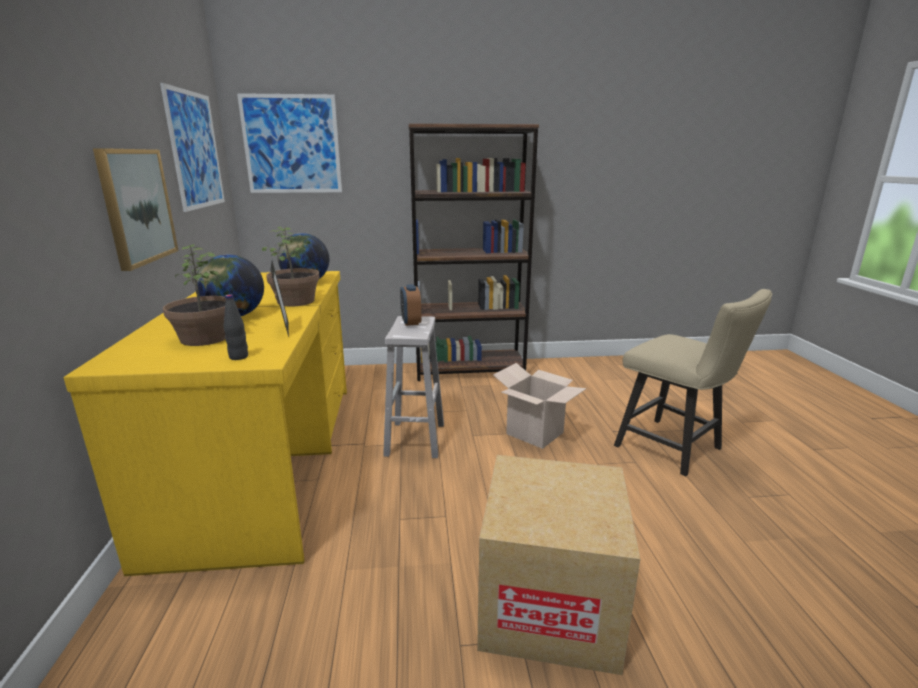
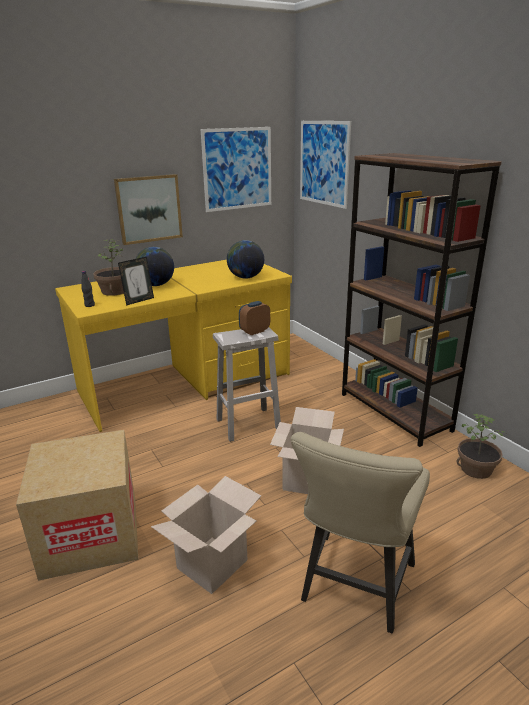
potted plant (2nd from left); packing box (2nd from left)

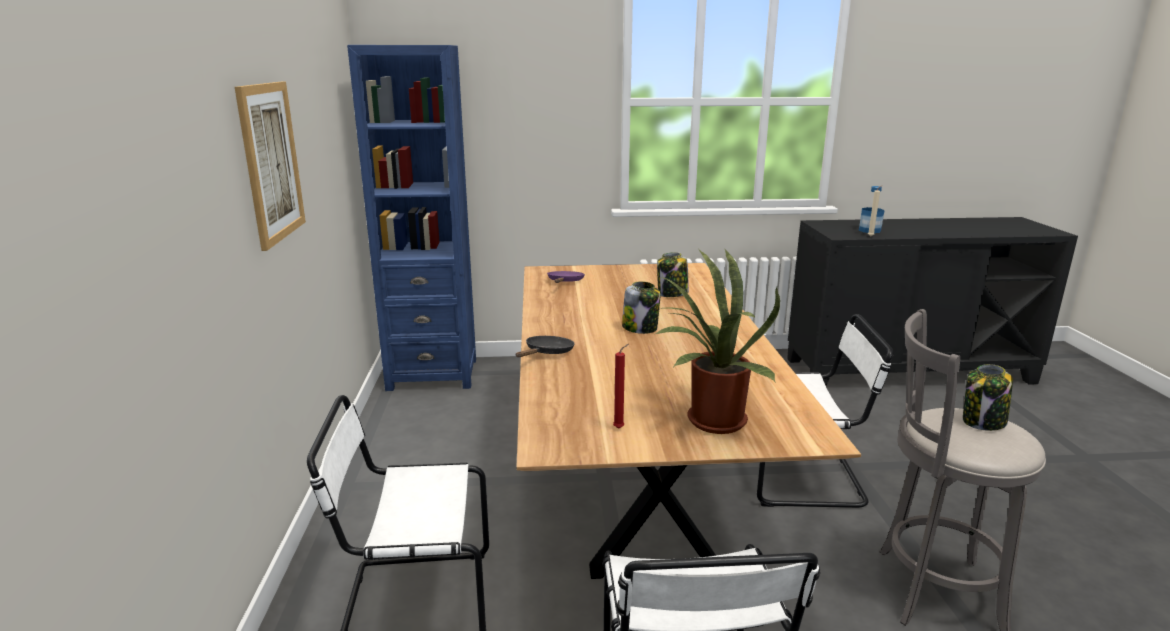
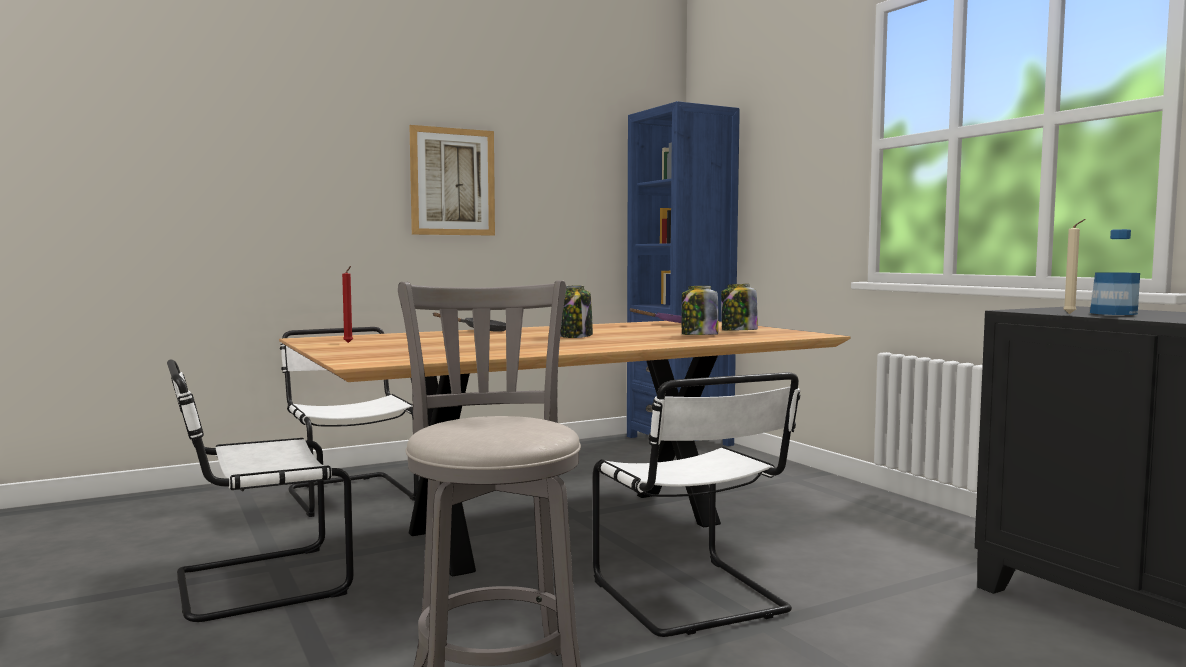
potted plant; storage jar (3rd from left)

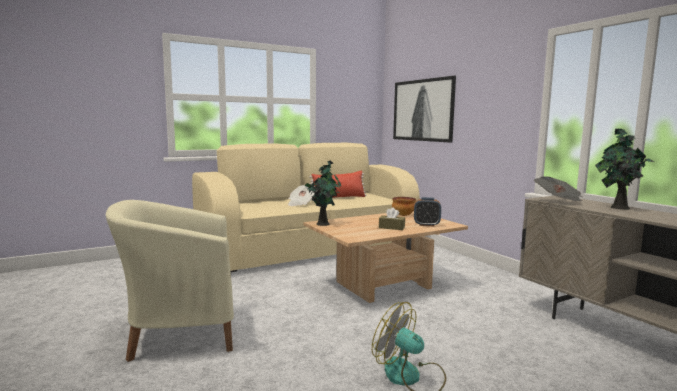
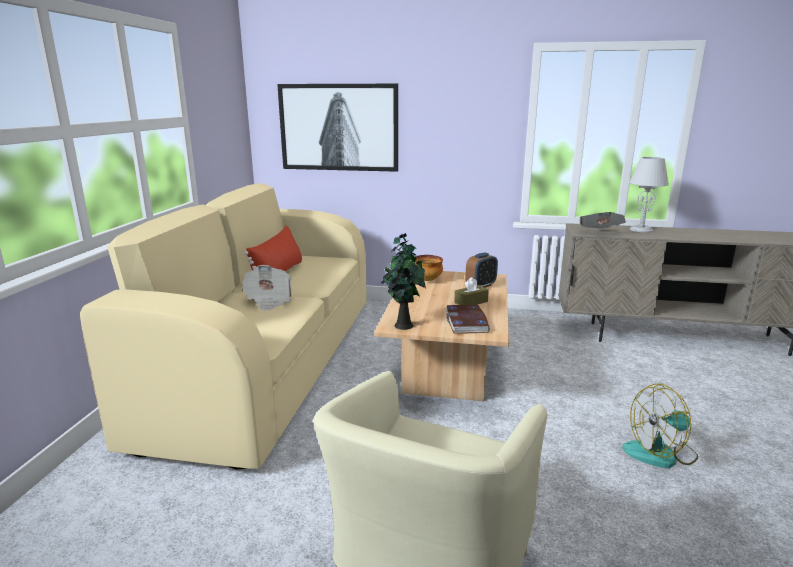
lamp for a table/grey; bound book

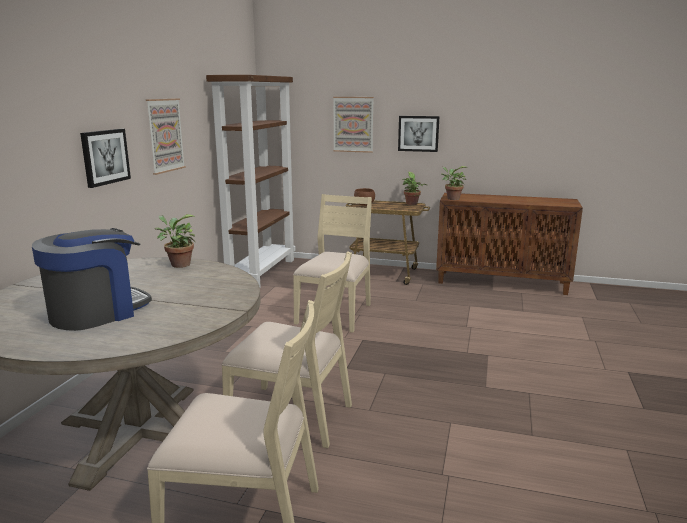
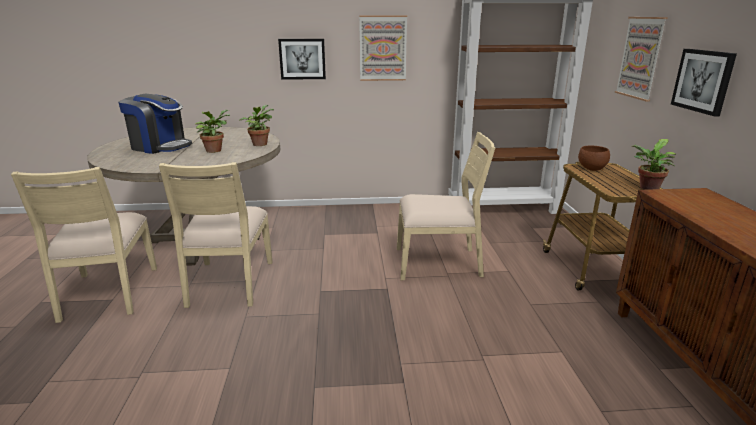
potted plant (1st from left)

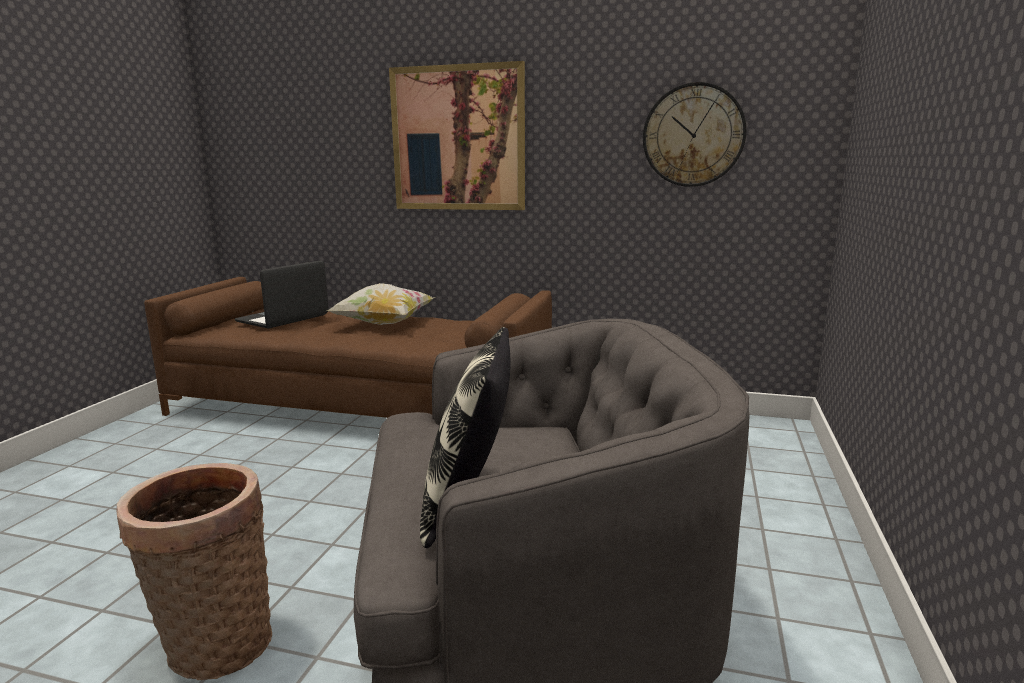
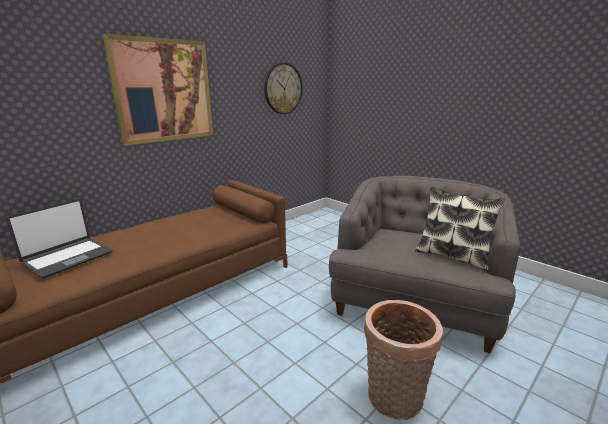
notebook computer; throw pillow (1st from left in the first image)

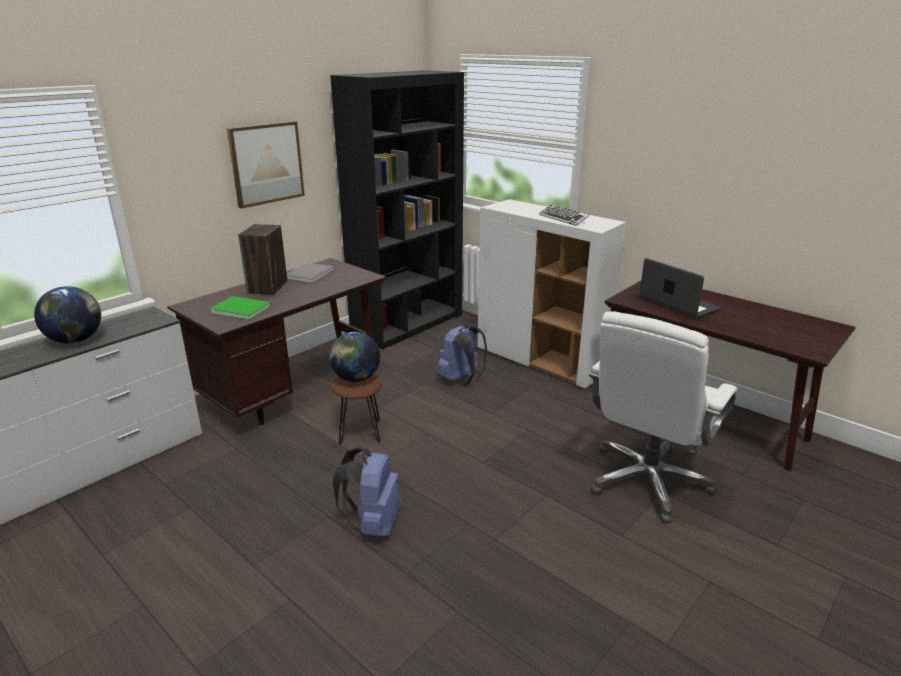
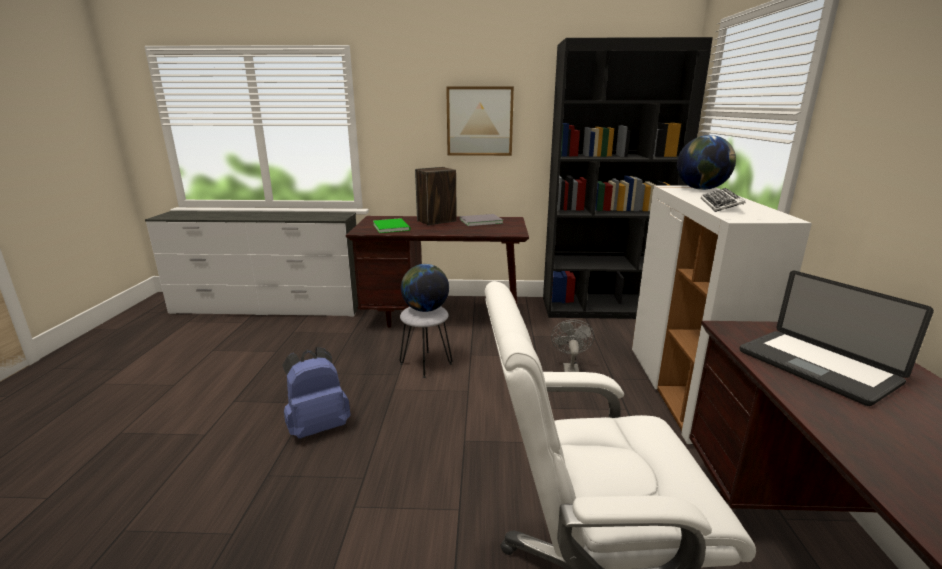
notebook computer; desk globe (2nd from left); cooling fan/grey; stool seat/grey

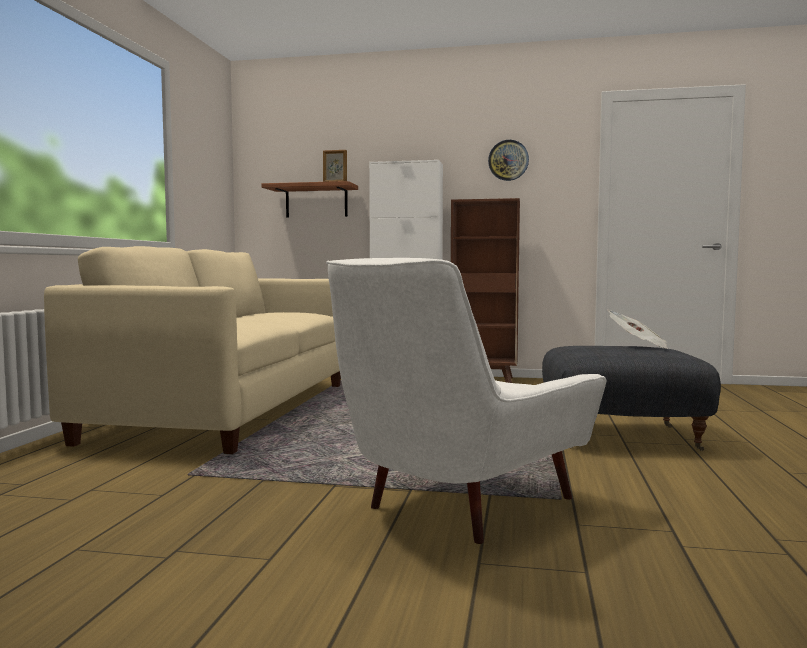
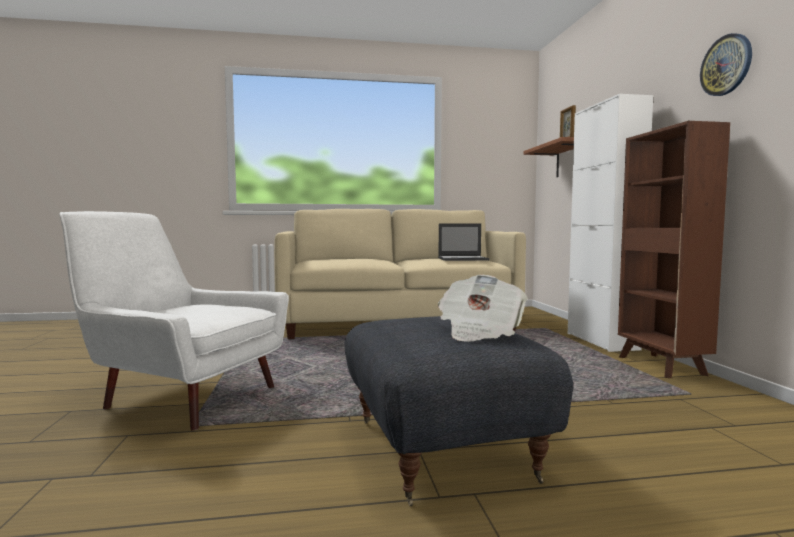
notebook computer

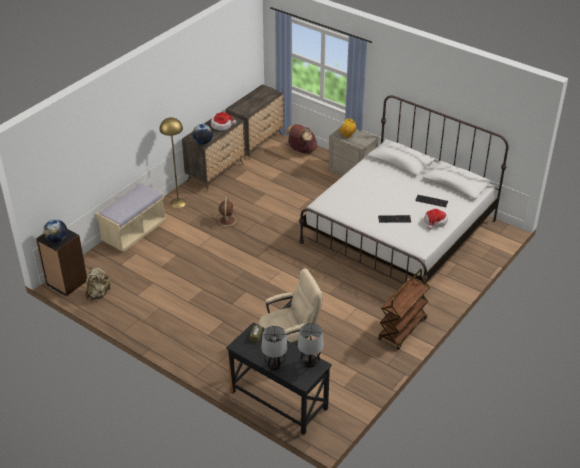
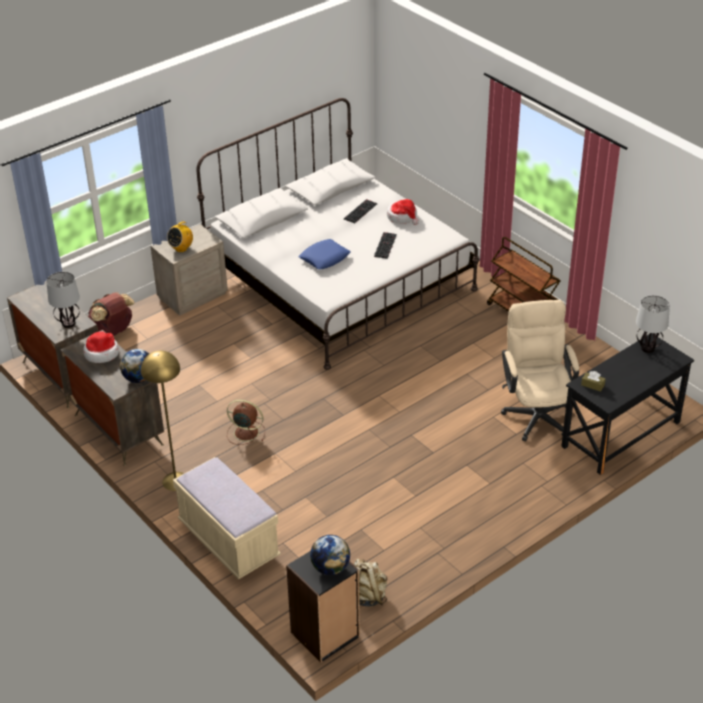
lamp for a table (1st from left); throw pillow/blue

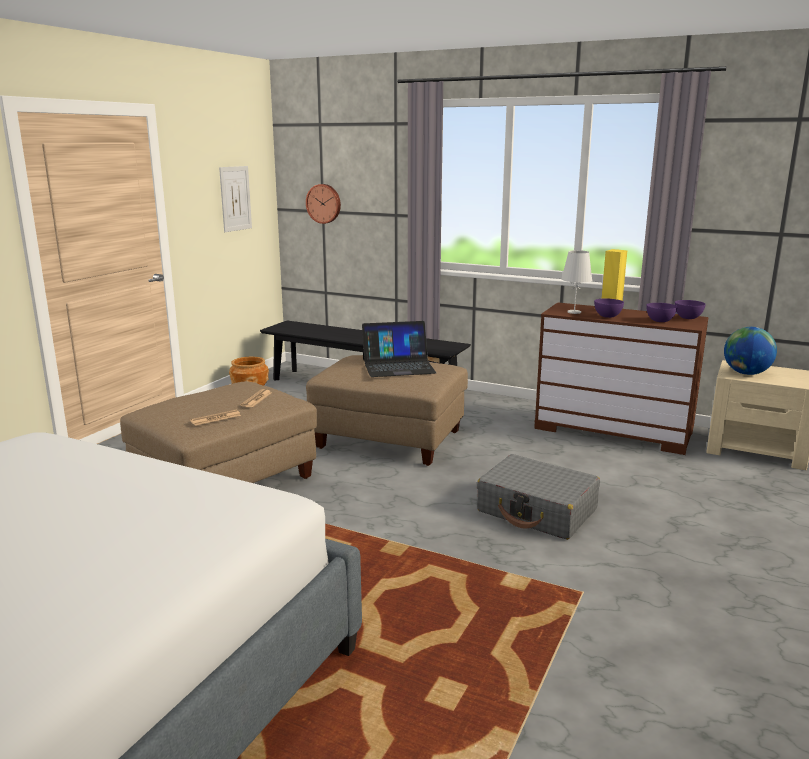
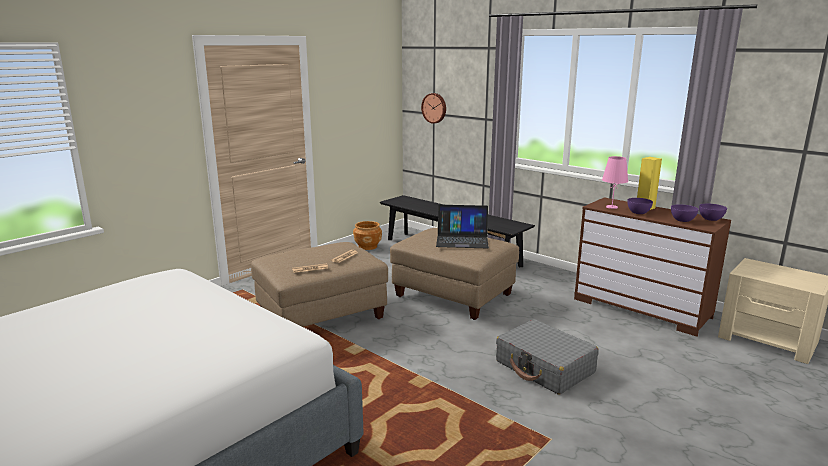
picture; lamp for a table/pink; desk globe

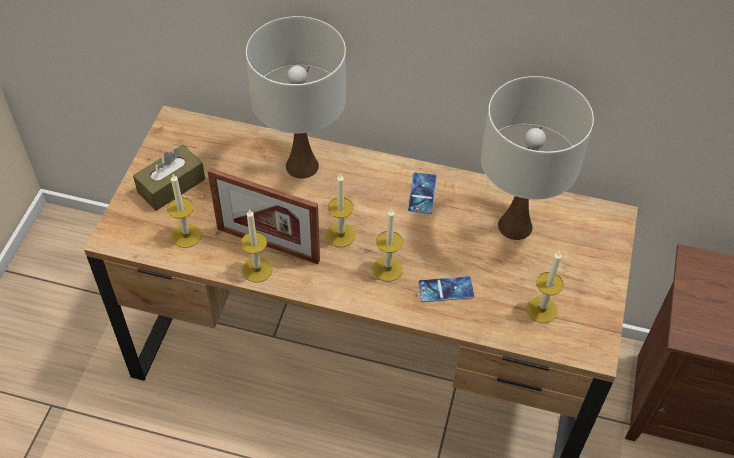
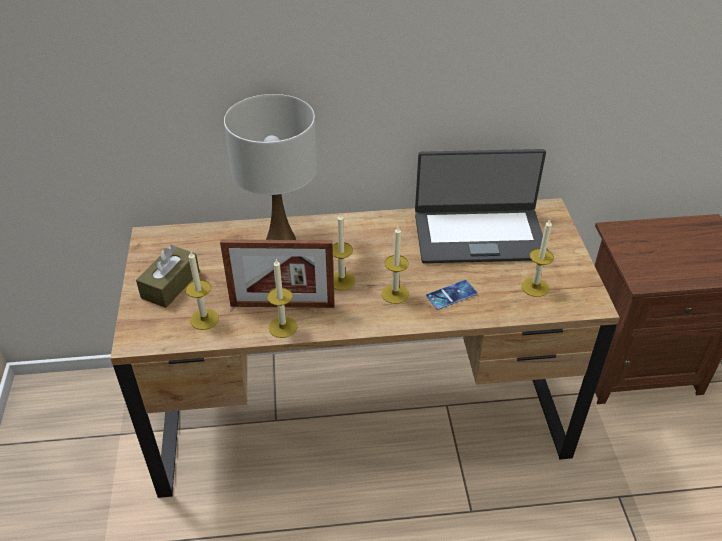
notebook computer; telephone (1st from left in the first image)

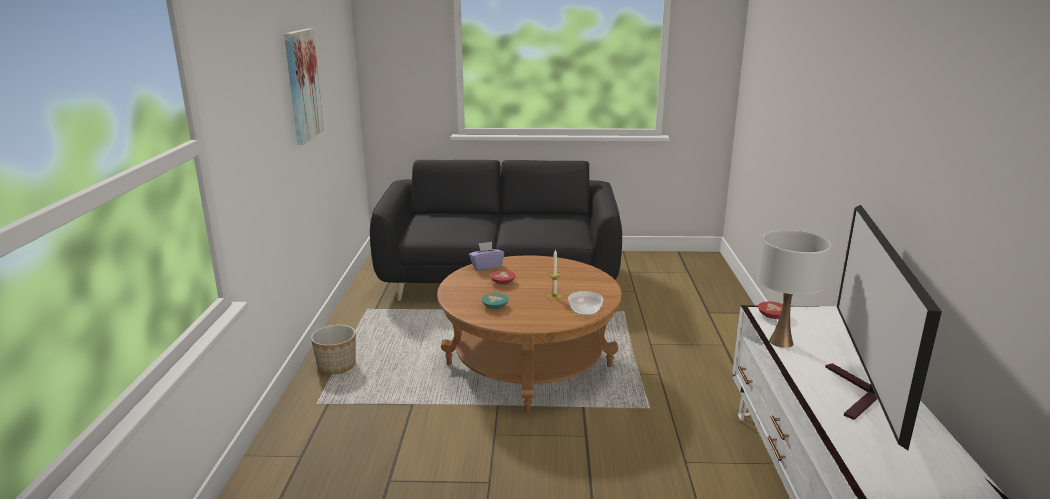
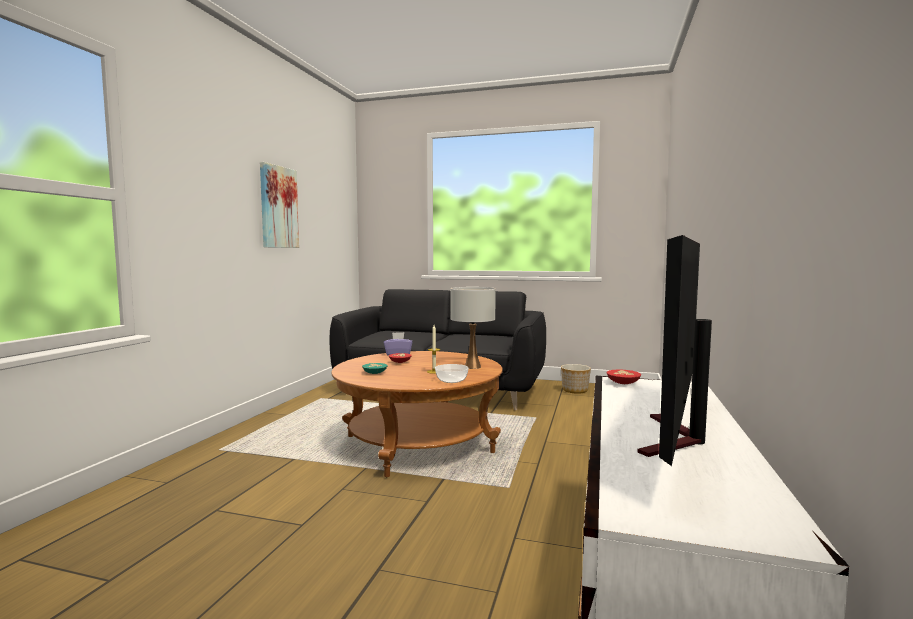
lamp for a table/white; planter

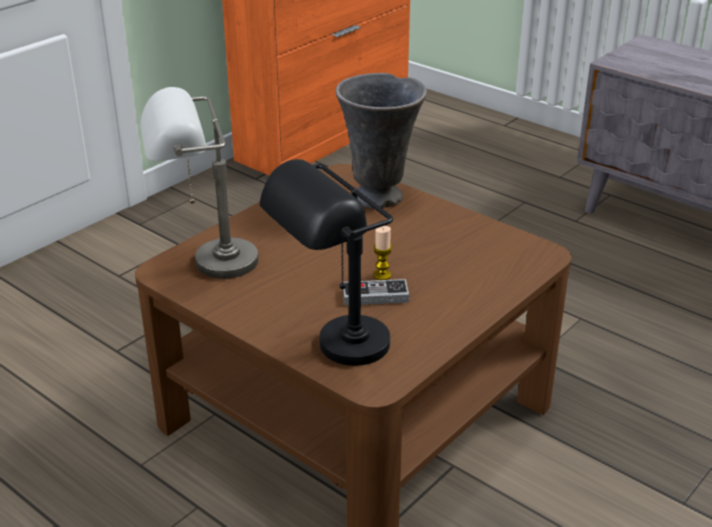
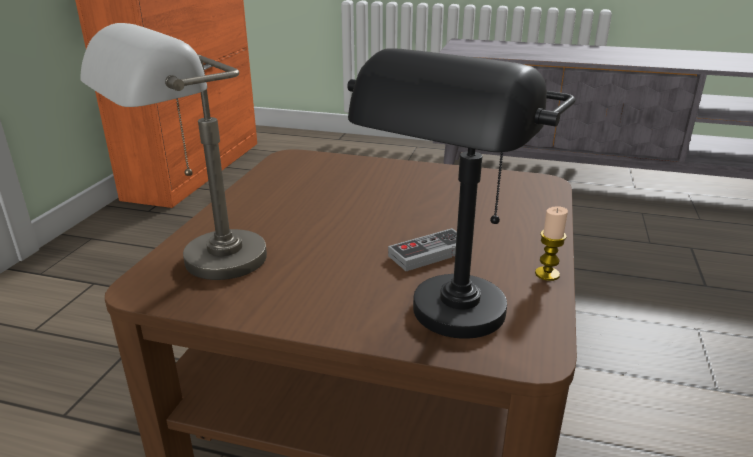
flower vase/grey; wax candle

